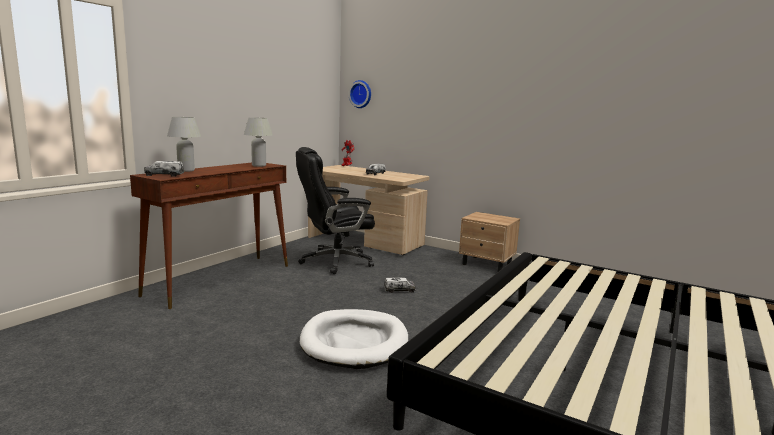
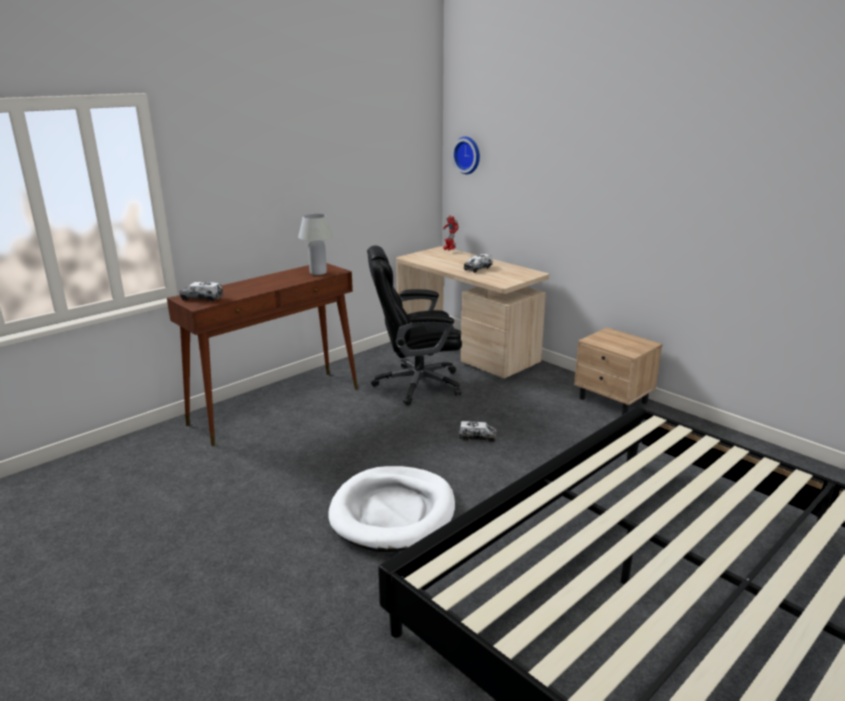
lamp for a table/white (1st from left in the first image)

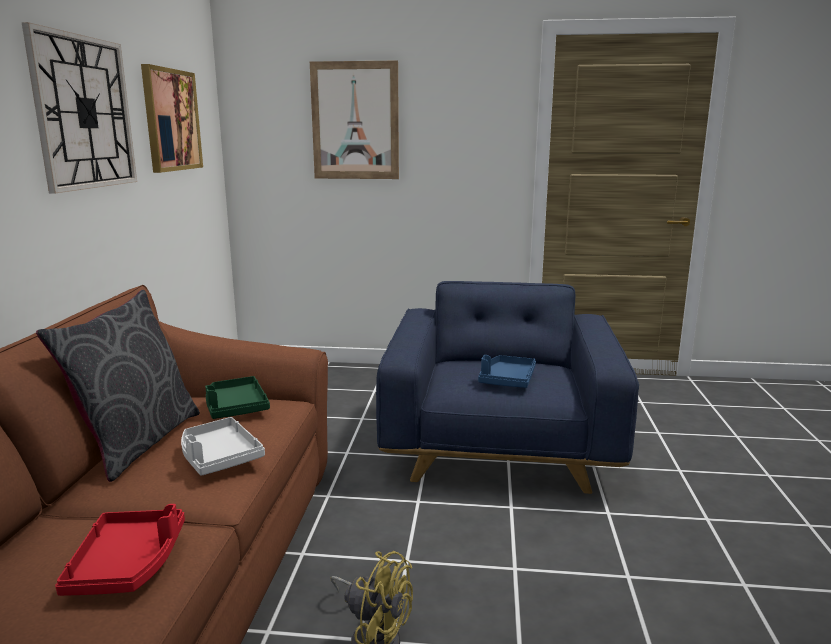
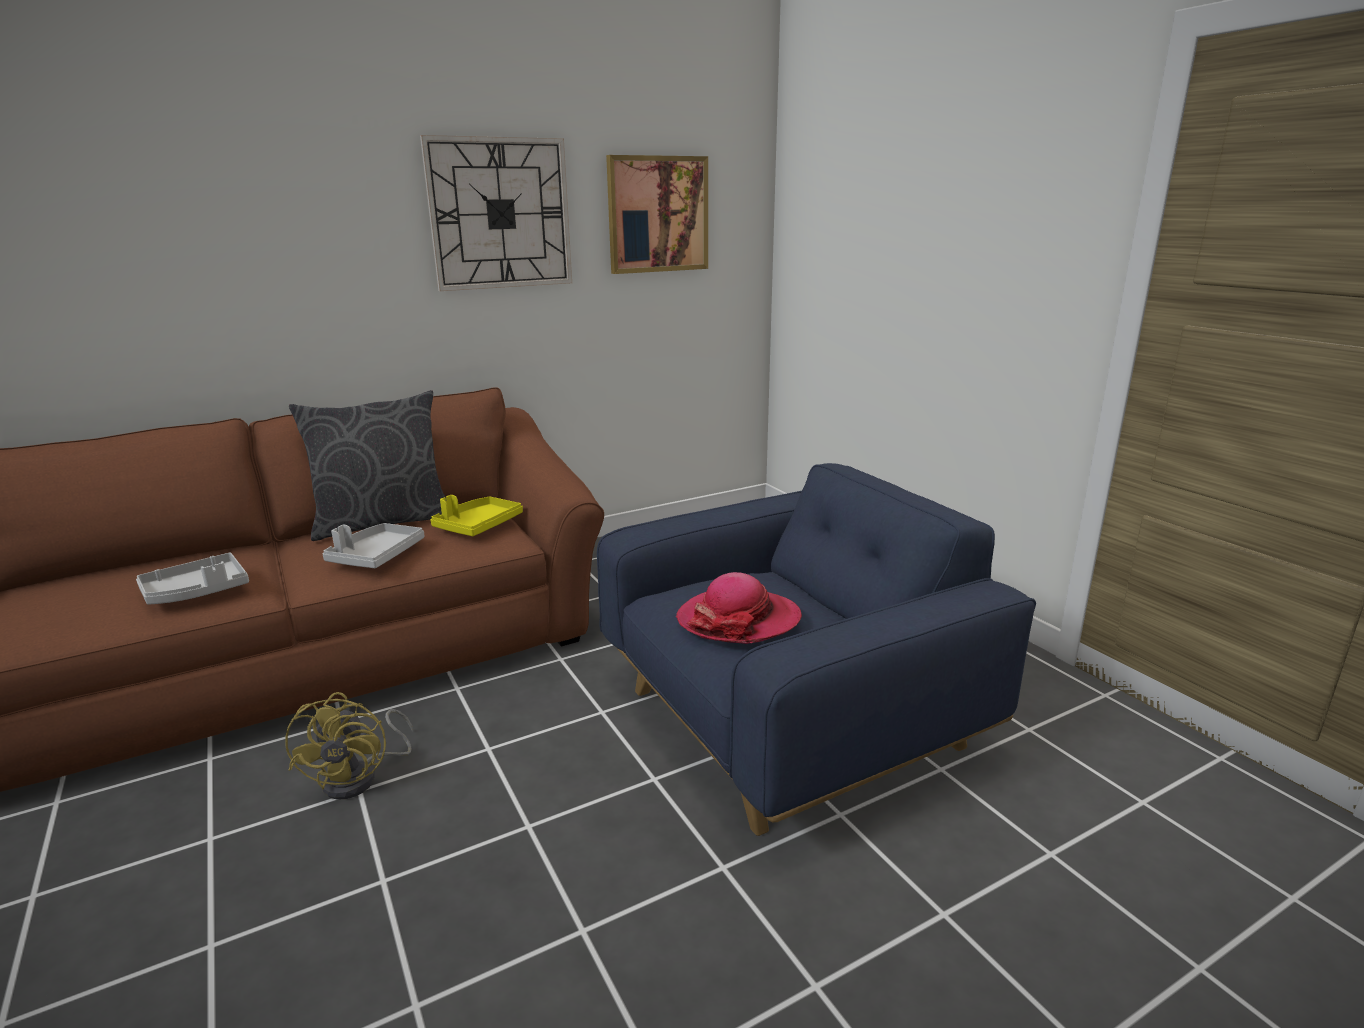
picture (2nd from left in the first image); wearable hat; tray/yellowish; tray/grey (1st from left)

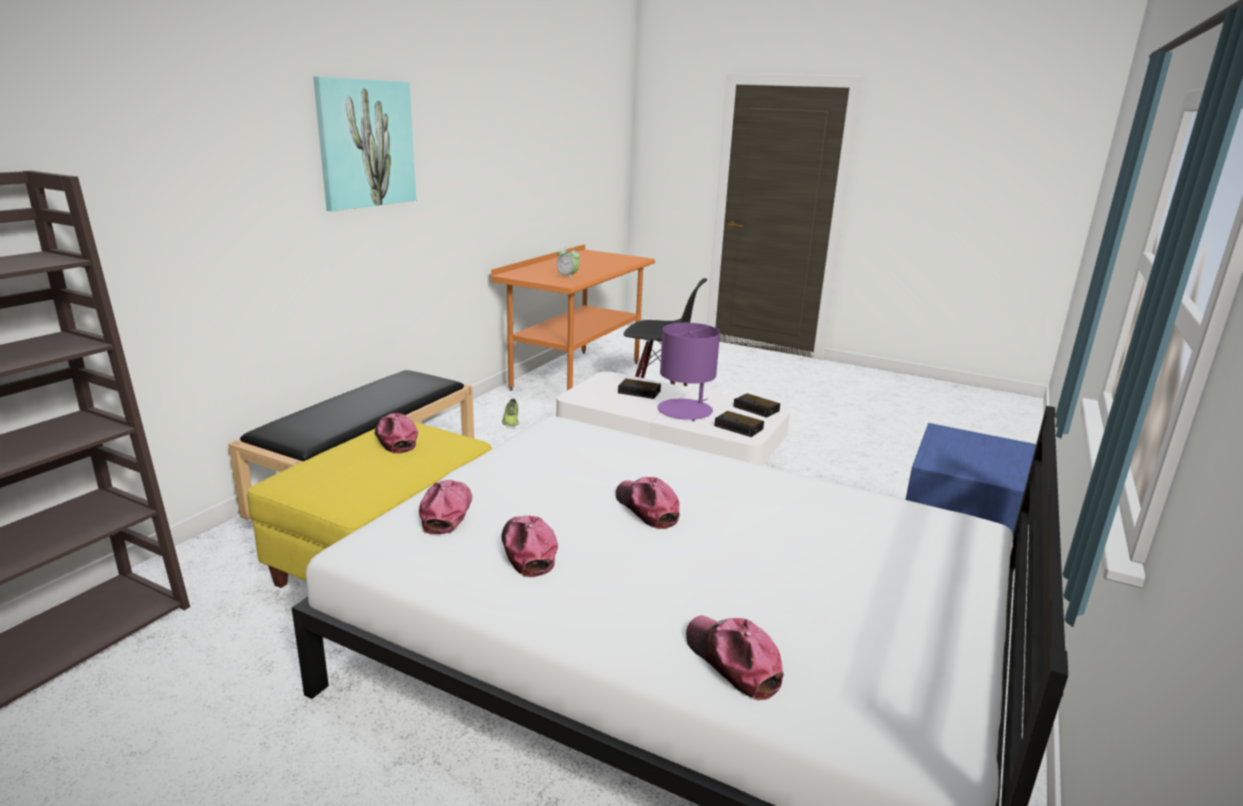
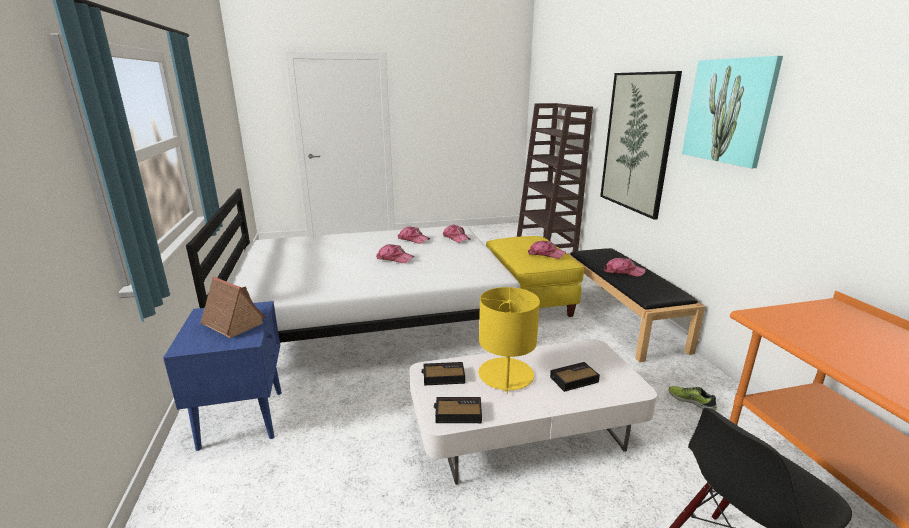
alarm clock (1st from left in the first image); lamp for a table/yellowish; baseball cap (5th from left); picture (1st from left); toy house

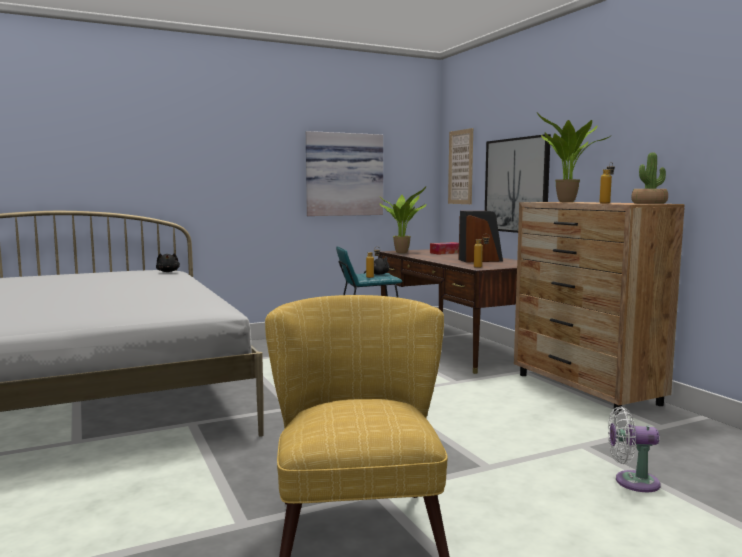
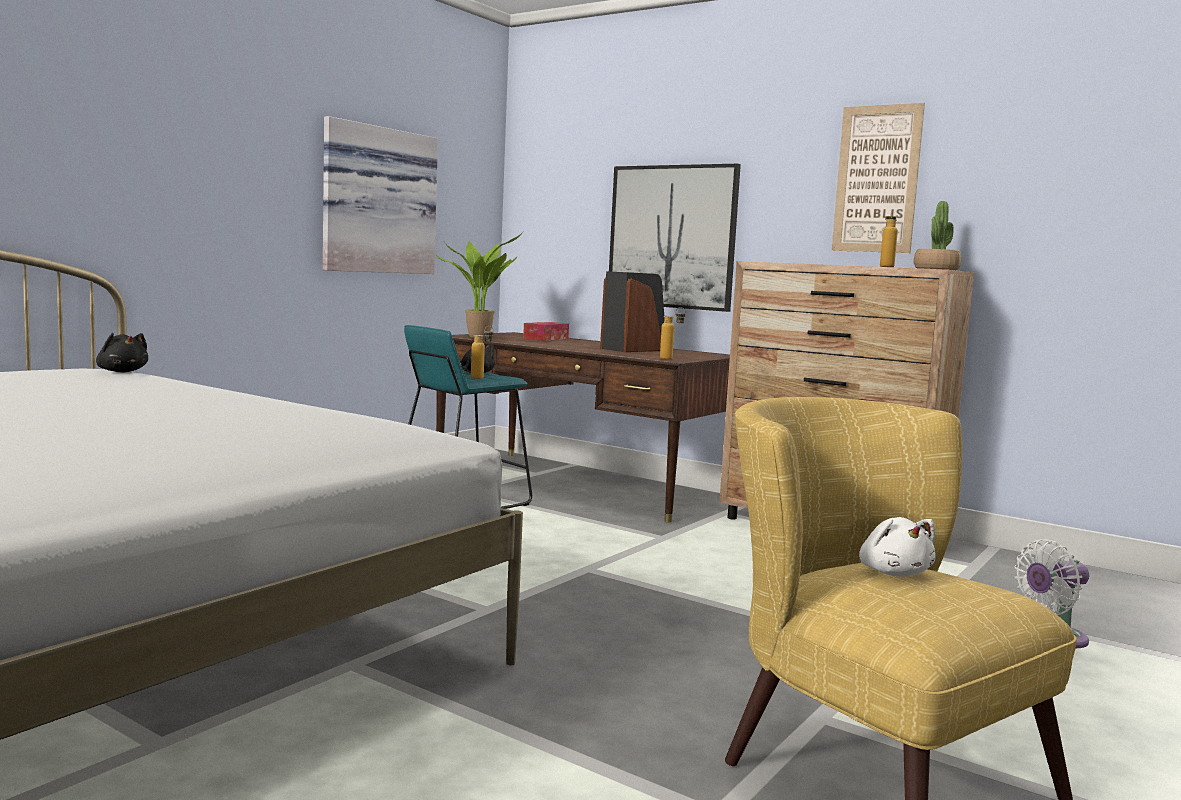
potted plant (2nd from left in the first image); picture (3rd from left); soft toy/white

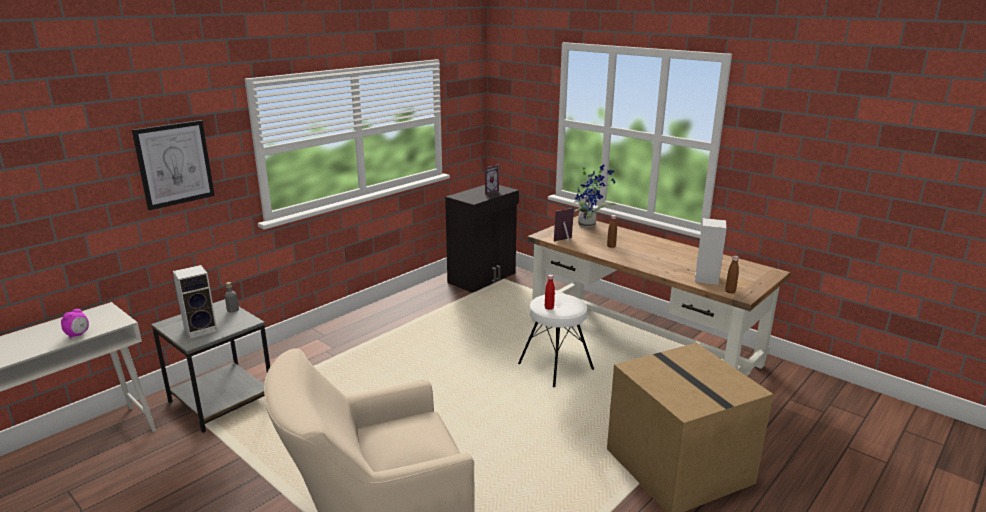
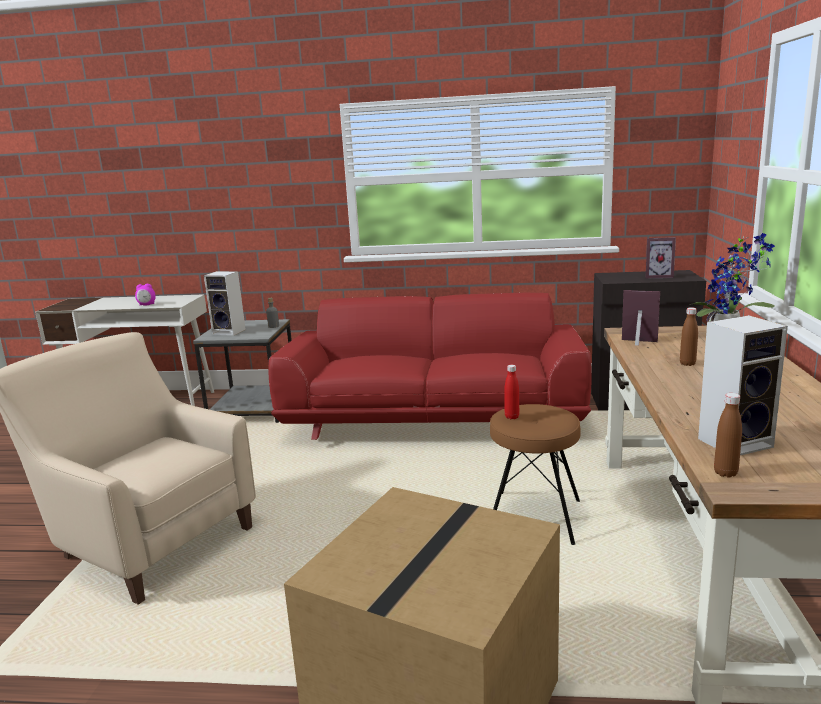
picture; stool seat/brown; sofa/red-coloured

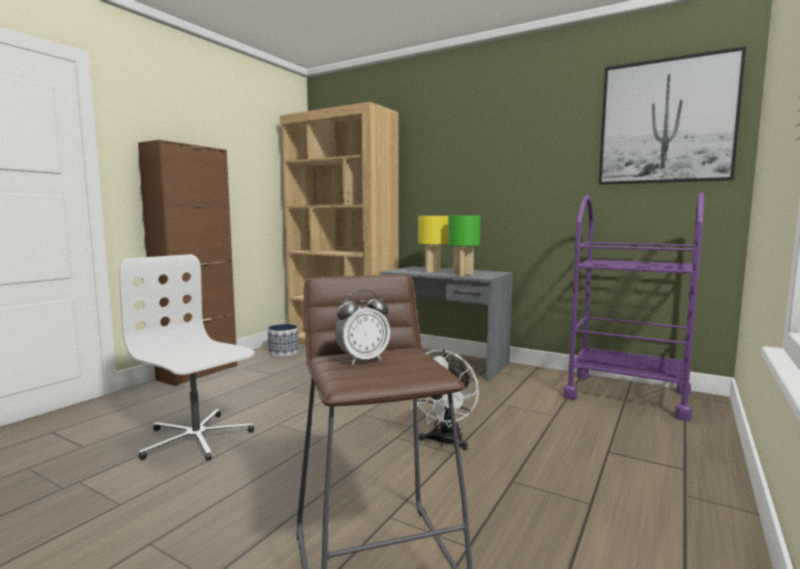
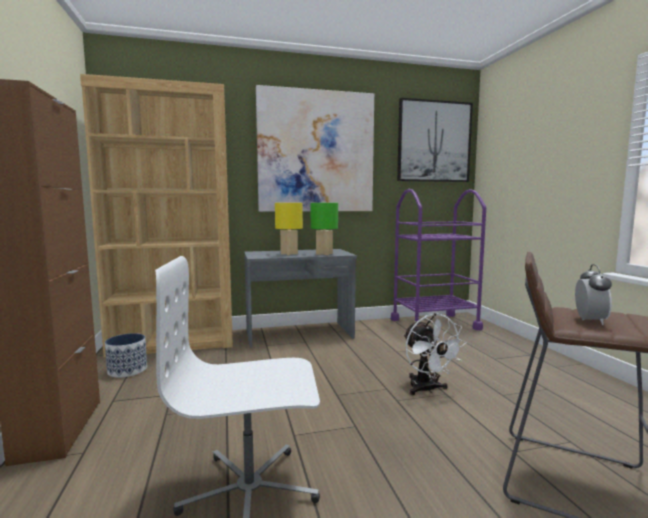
picture (1st from left)

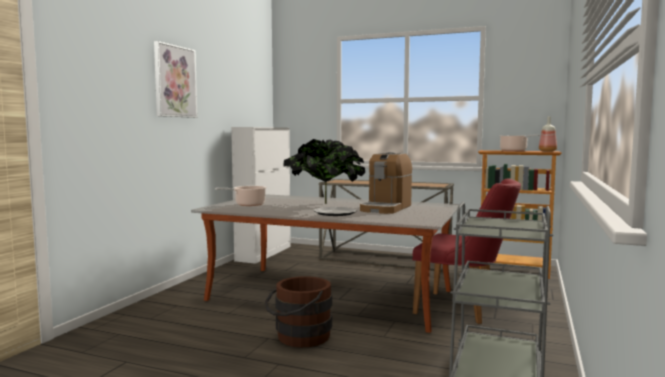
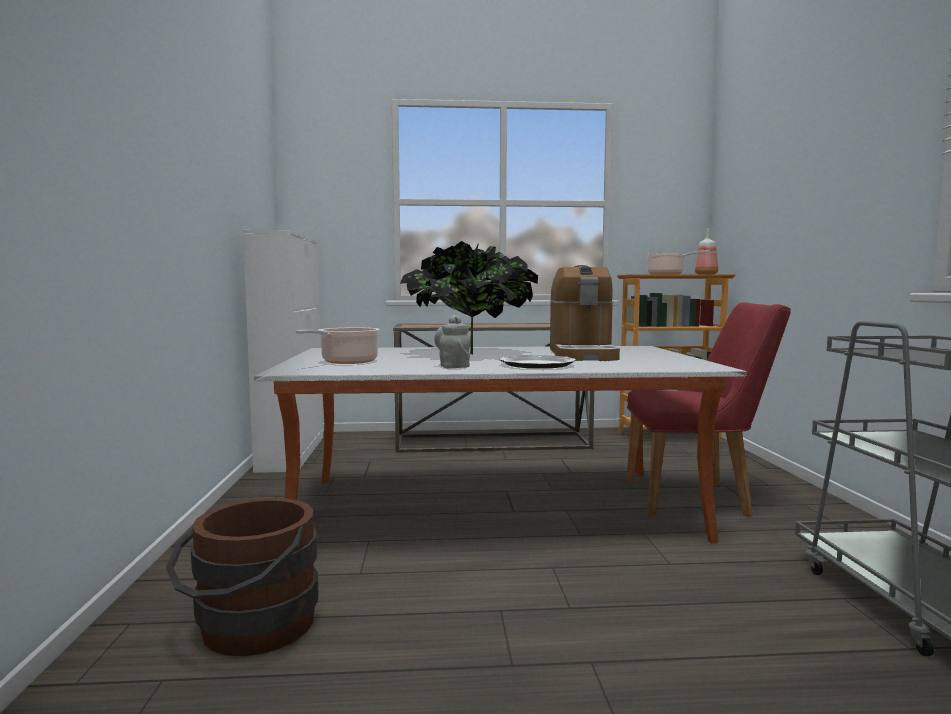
picture; bucket/brown; pot for tea/grey

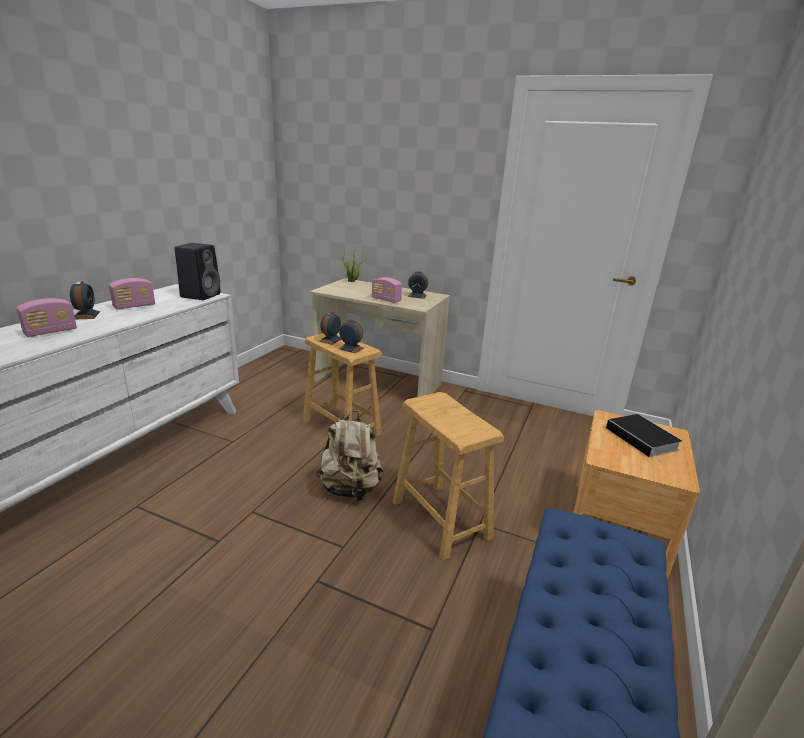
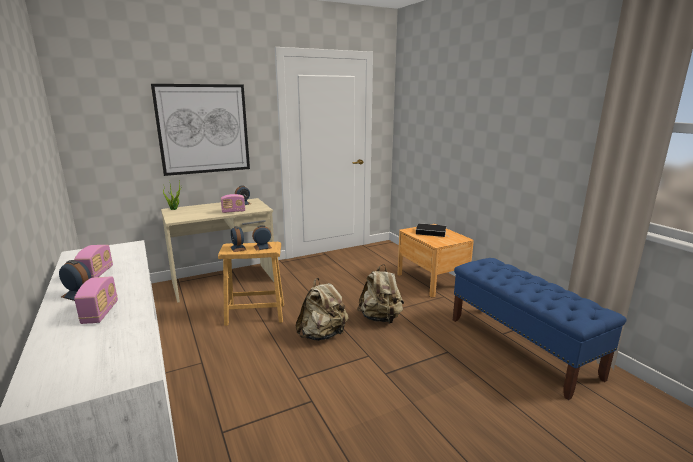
audio speaker/blackish; knapsack/beige-coloured (2nd from left); picture

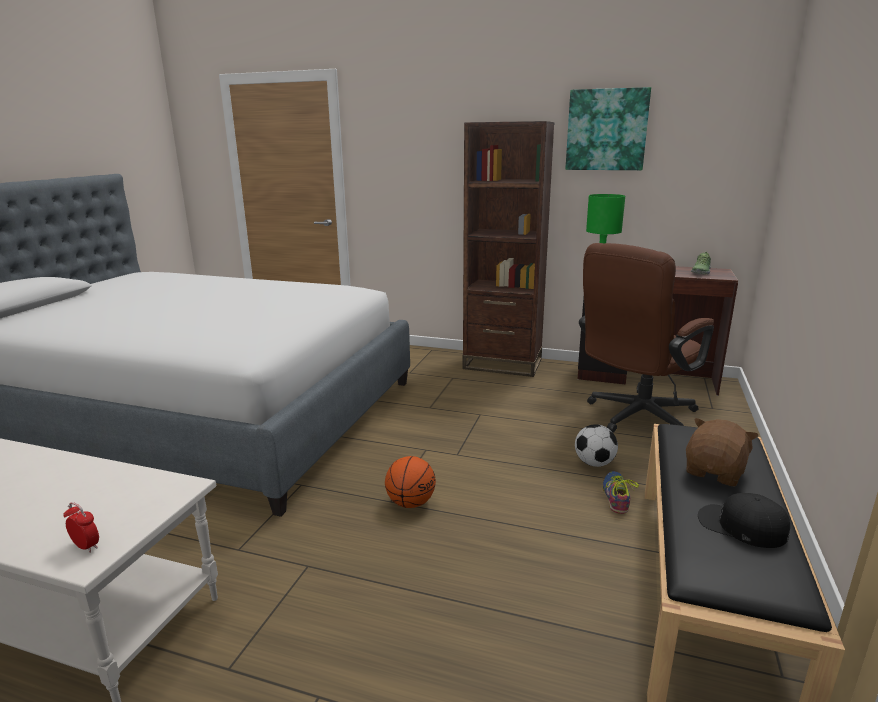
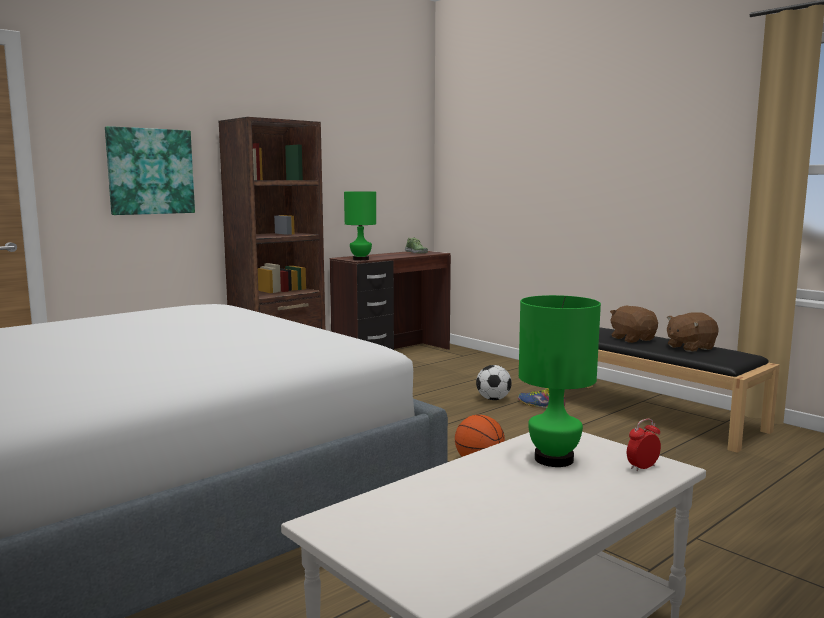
picture; desk chair/brown; soft toy/brown (2nd from left); lamp for a table/greenish (2nd from left)

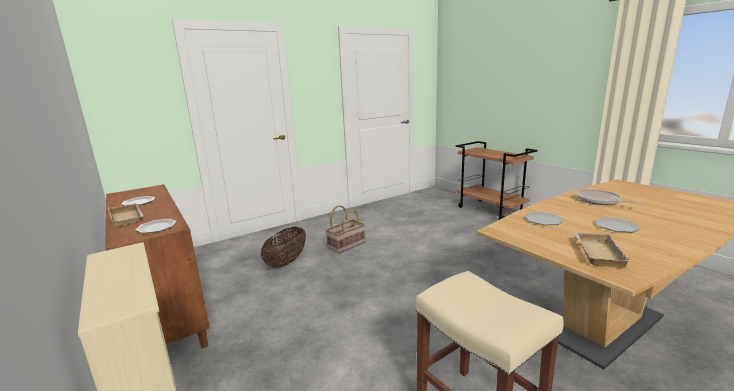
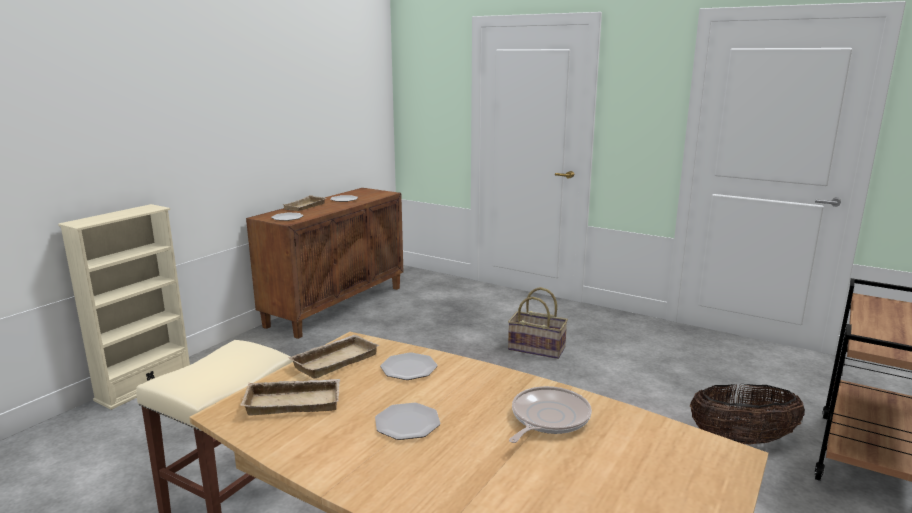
basket (2nd from left); tray/beige-coloured (3rd from left)

